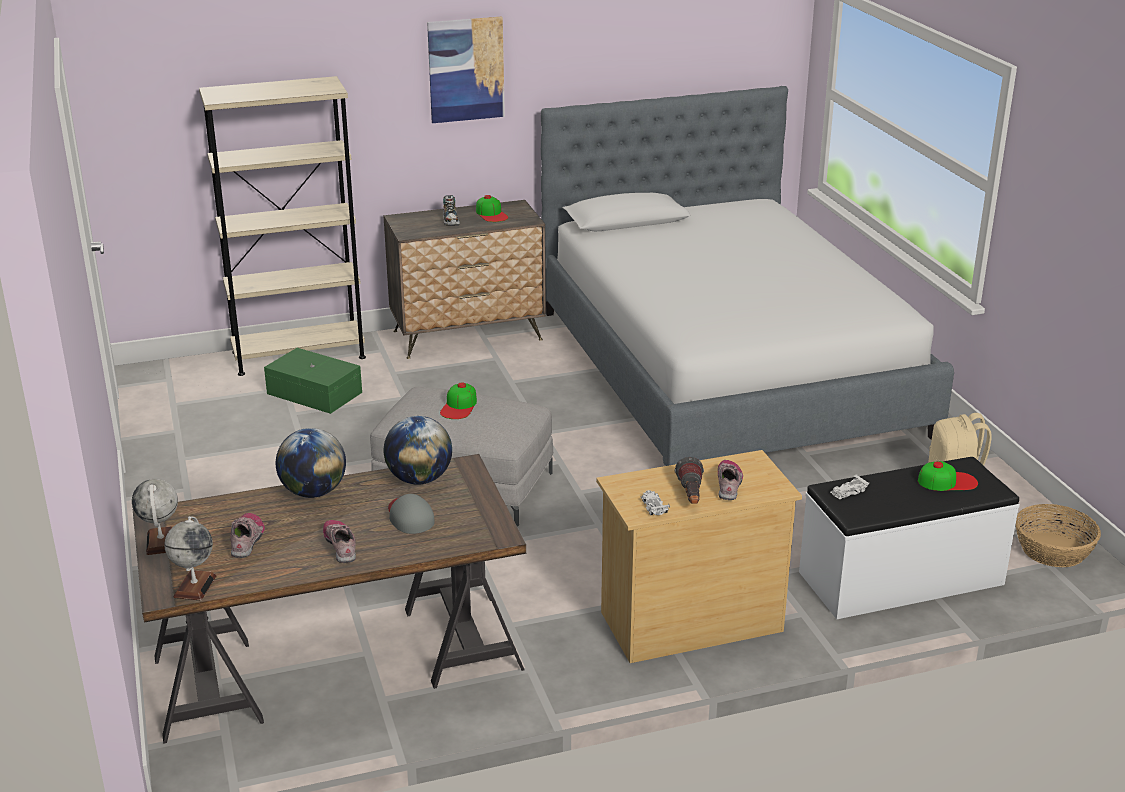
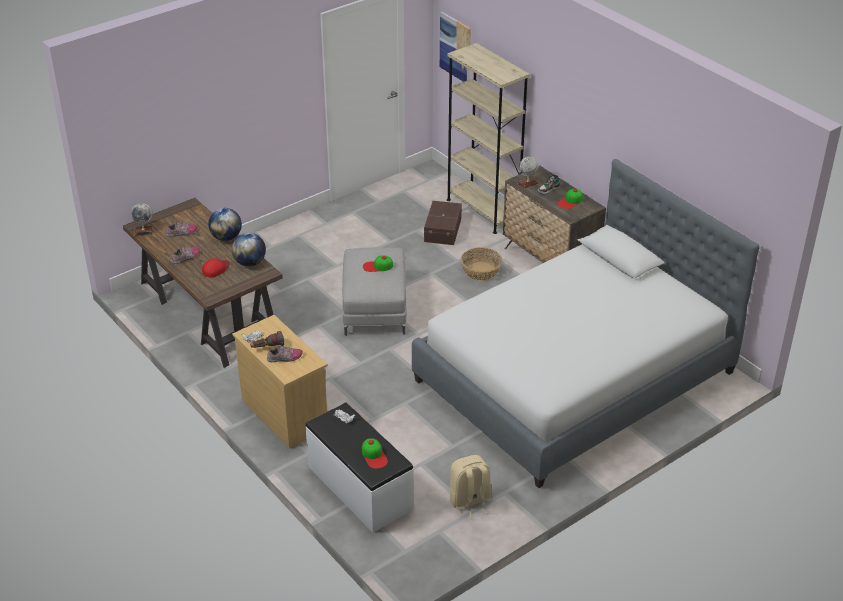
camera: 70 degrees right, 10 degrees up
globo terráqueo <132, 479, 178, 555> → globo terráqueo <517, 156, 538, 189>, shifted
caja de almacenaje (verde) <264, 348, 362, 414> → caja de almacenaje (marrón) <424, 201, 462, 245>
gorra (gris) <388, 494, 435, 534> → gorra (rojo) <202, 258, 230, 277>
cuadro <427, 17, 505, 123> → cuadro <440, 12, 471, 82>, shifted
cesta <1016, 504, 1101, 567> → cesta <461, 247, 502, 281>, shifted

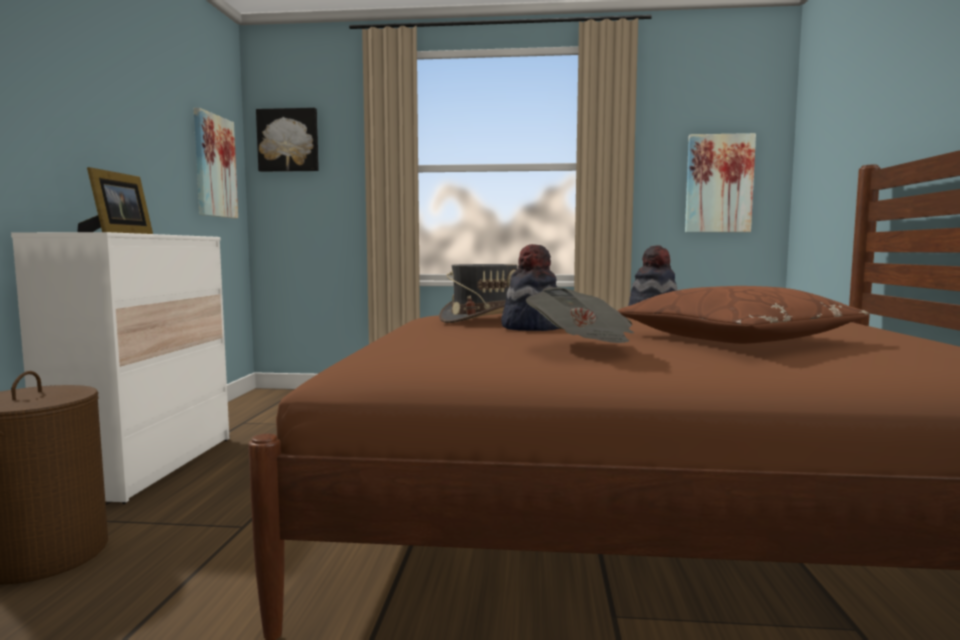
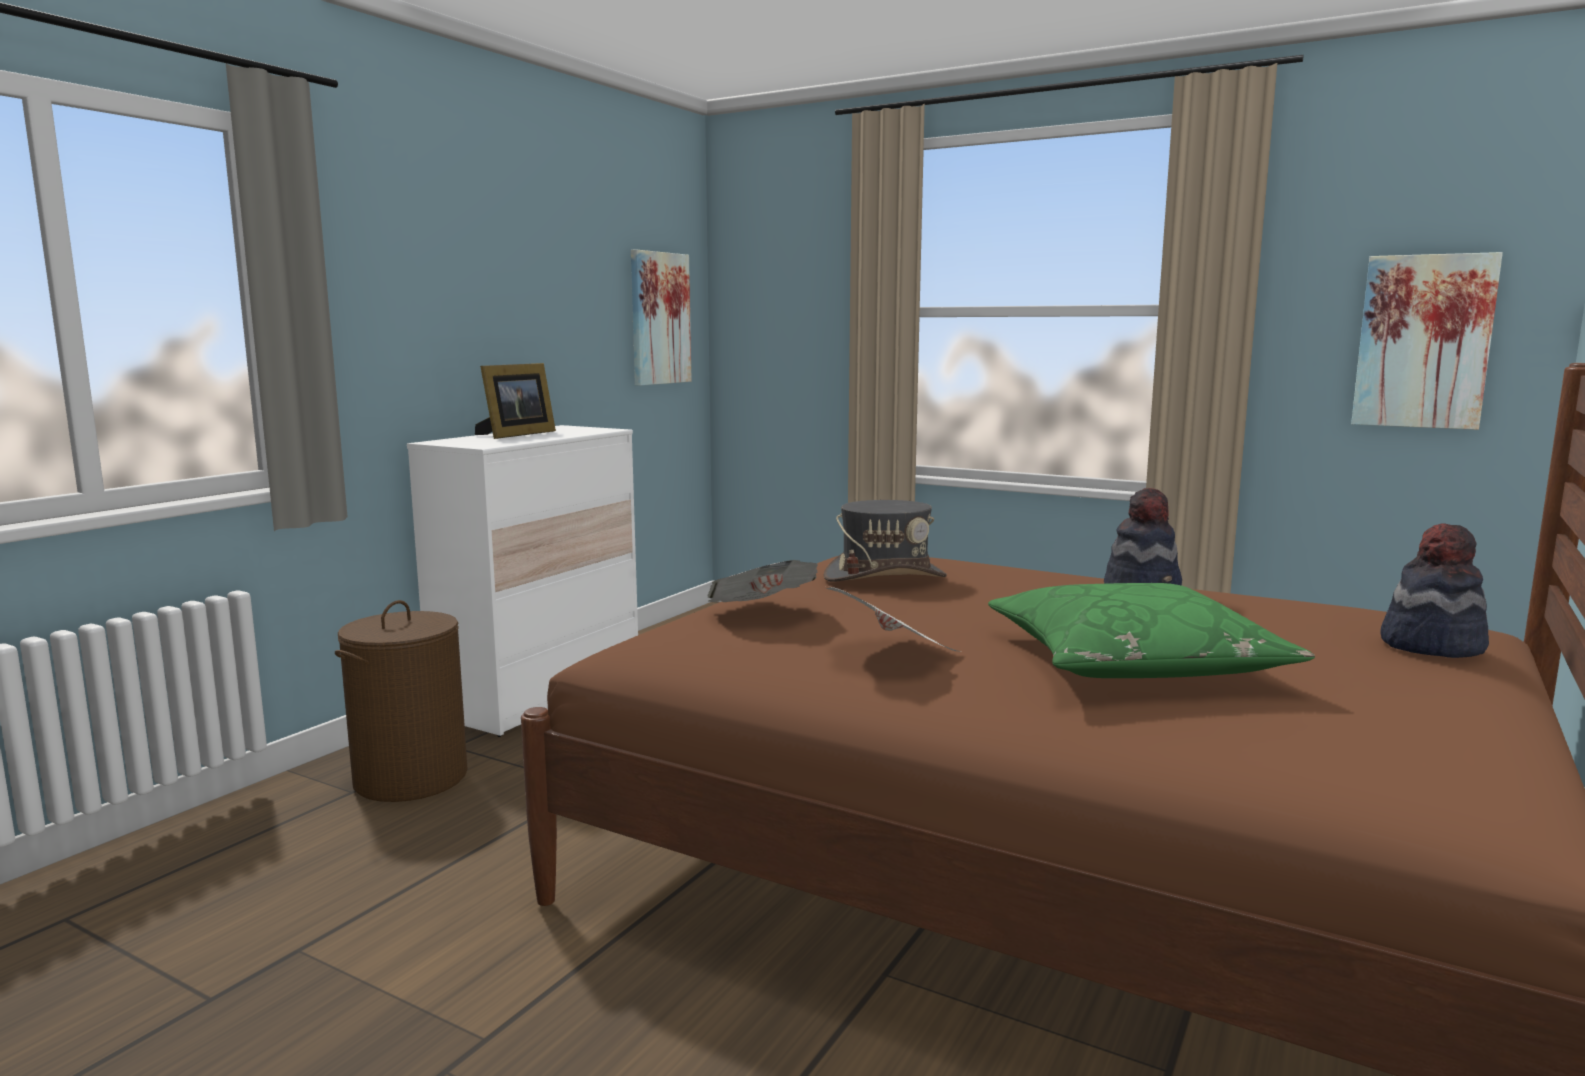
camera: 25 degrees right, 5 degrees up
cuadro <256, 108, 319, 172> → -
sombrero <501, 244, 561, 331> → sombrero <1380, 524, 1489, 658>, shifted
cojín (marrón) <618, 286, 869, 344> → cojín (verde) <988, 583, 1315, 678>
- → periódico <707, 560, 818, 602>

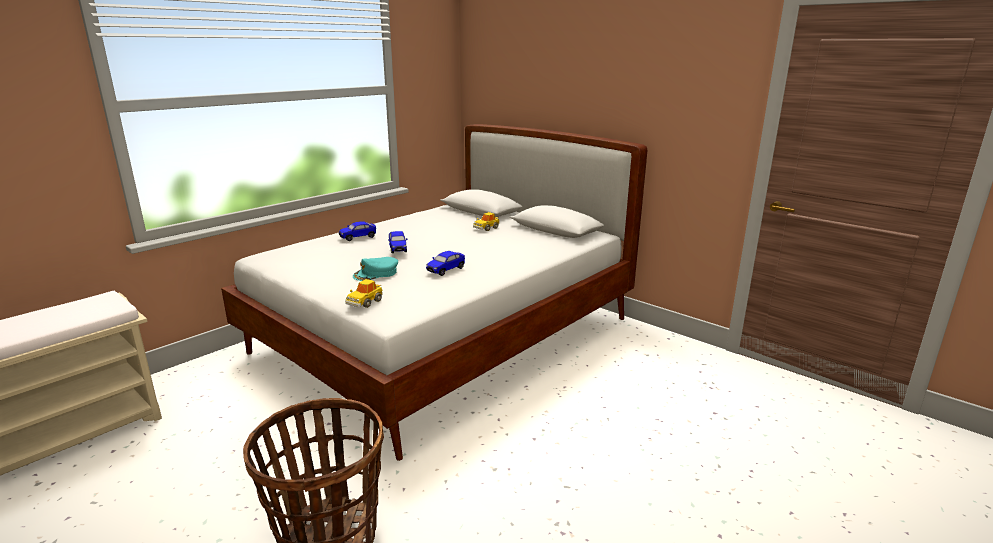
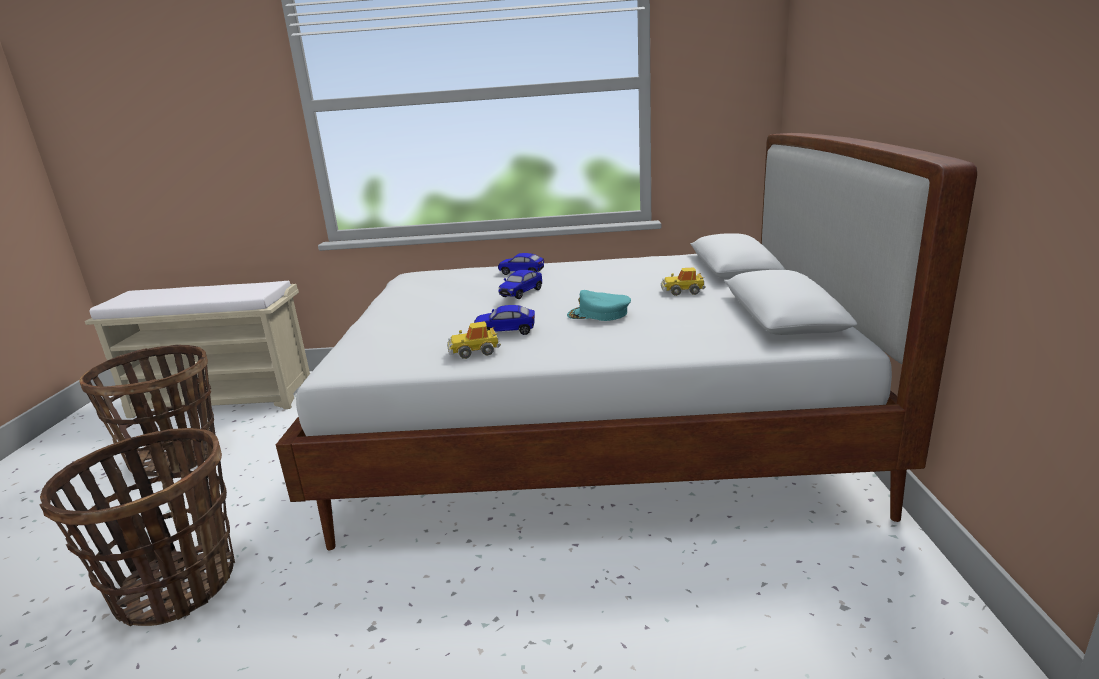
camera: 50 degrees right, 0 degrees up
coche de juguete <345, 279, 383, 308> → coche de juguete <447, 321, 501, 359>, shifted
gorra (turquesa) <353, 257, 398, 281> → gorra (turquesa) <567, 290, 631, 321>, shifted
- → cesta <79, 345, 216, 477>

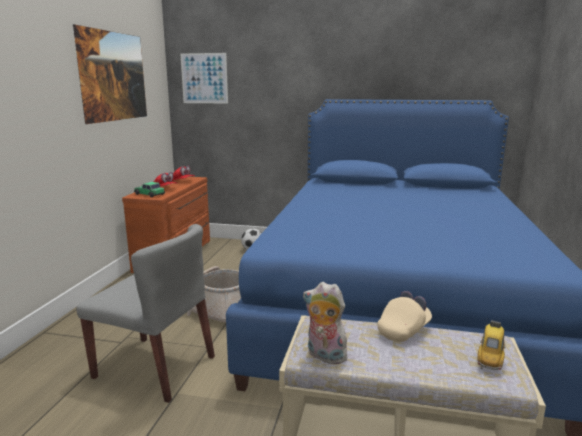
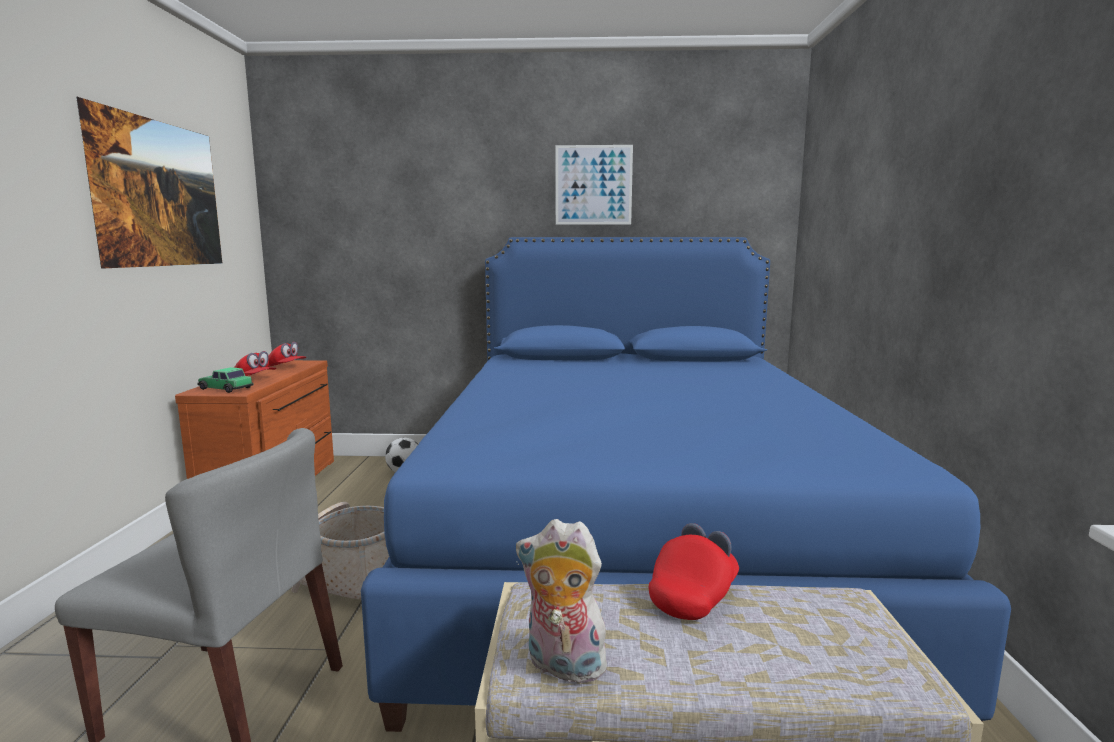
camera: 10 degrees left, 5 degrees down
cuadro <180, 53, 228, 104> → cuadro <556, 145, 633, 225>, shifted
gorra (beis) <378, 291, 432, 342> → gorra (rojo) <649, 523, 739, 620>
coche de juguete <478, 320, 505, 370> → -

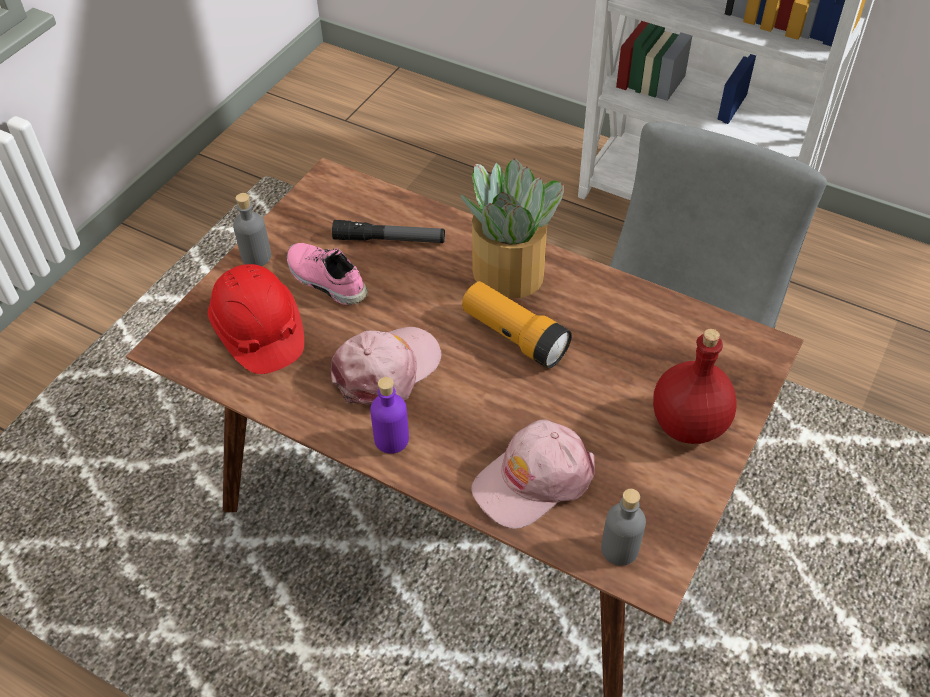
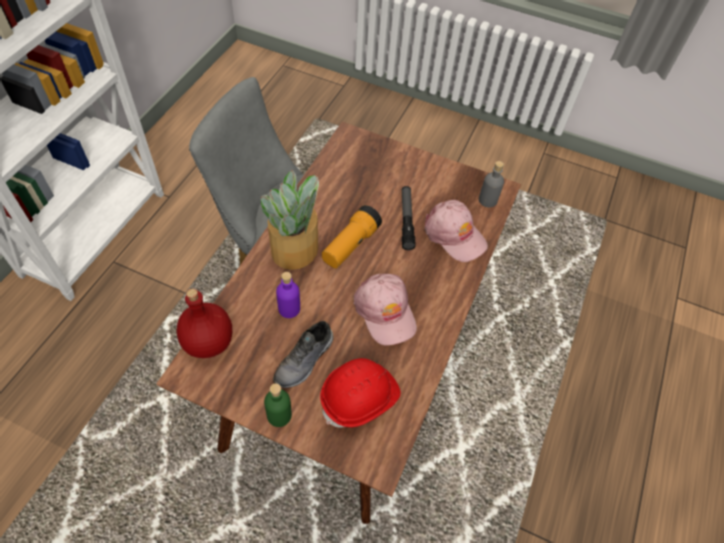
camera: 100 degrees left, 5 degrees up
botella (gris) <233, 193, 271, 266> → botella (verde) <264, 383, 292, 427>
zapato (rosa) <287, 243, 368, 305> → zapato (gris) <273, 321, 334, 388>
gorra (rosa) <331, 327, 441, 405> → gorra (rosa) <353, 274, 417, 346>, 150 degrees counterclockwise
linterna <332, 220, 445, 243> → linterna <402, 186, 416, 250>, shifted
botella (morado) <370, 377, 409, 454> → botella (morado) <276, 272, 300, 318>, shifted
botella (rojo) <653, 329, 737, 444> → botella (rojo) <177, 289, 232, 358>, shifted

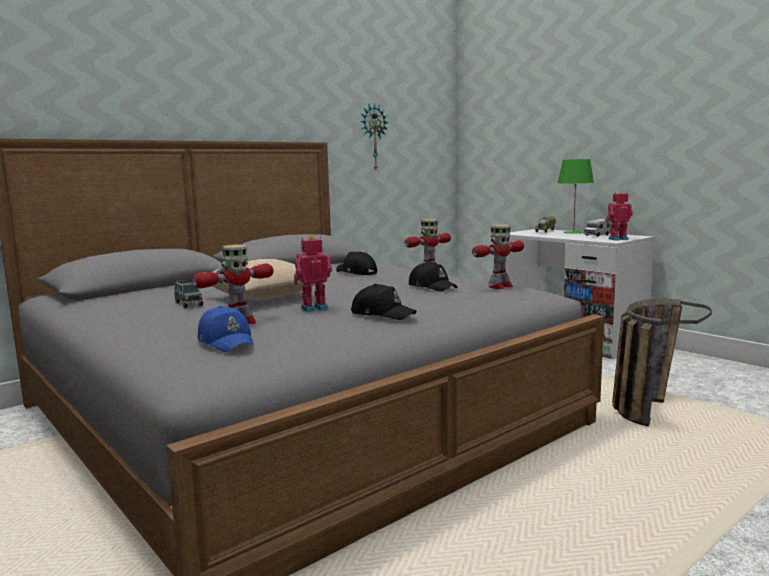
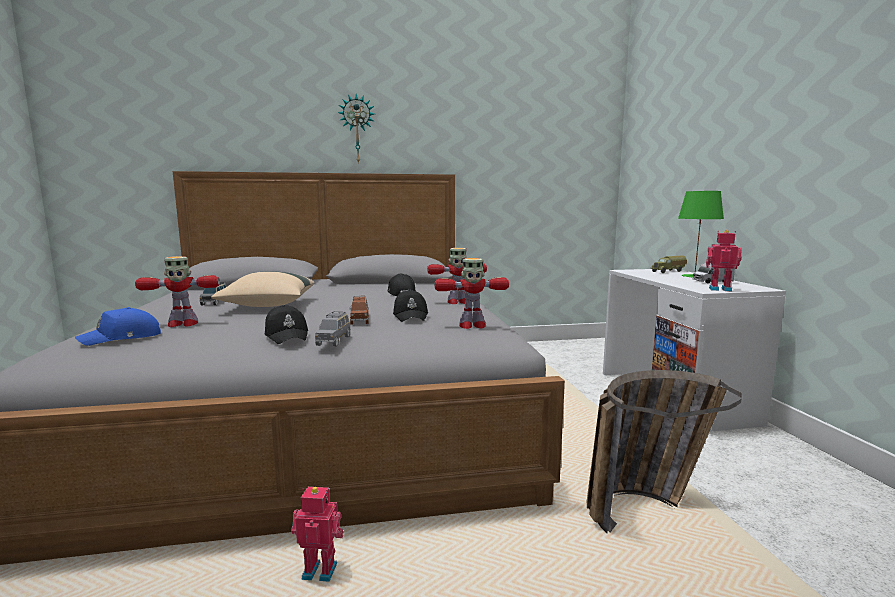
camera: 30 degrees right, 0 degrees up
gorra (azul) <197, 306, 254, 352> → gorra (azul) <75, 307, 161, 346>, 60 degrees clockwise
robot de juguete <294, 236, 332, 312> → robot de juguete <291, 487, 344, 582>, shifted
reloj de pared <360, 102, 389, 170> → reloj de pared <338, 94, 375, 164>, shifted
- → coche de juguete (gris) <315, 311, 350, 346>
- → coche de juguete (marrón) <350, 296, 369, 324>

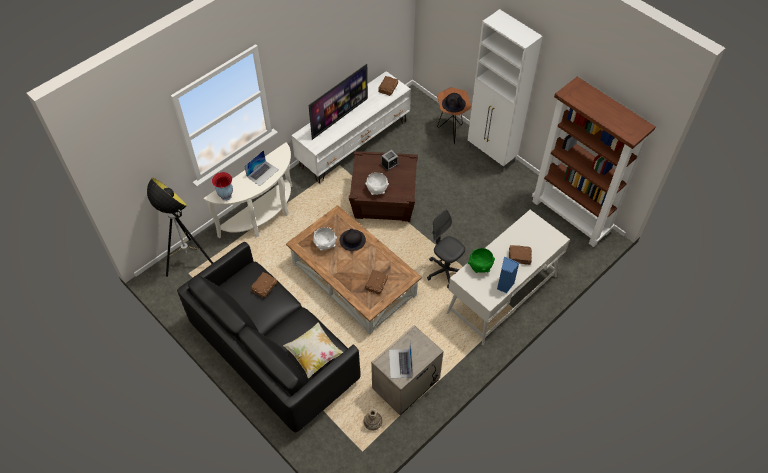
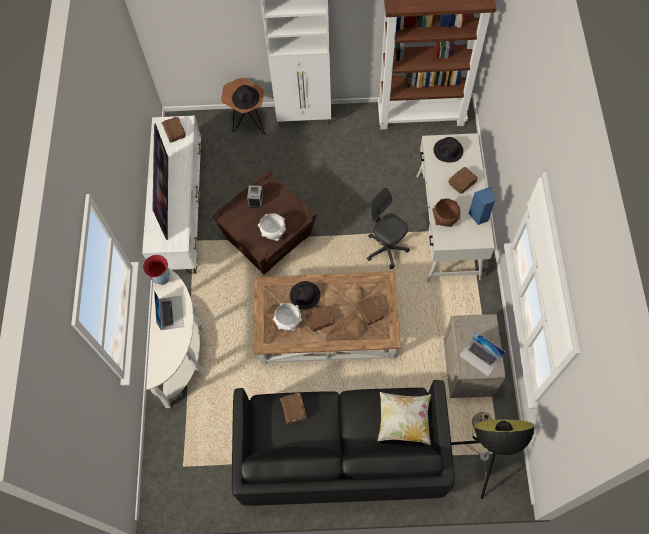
camera: 45 degrees left, 10 degrees up
lámpara de pie <147, 177, 213, 277> → lámpara de pie <451, 419, 534, 499>, shifted
florero <212, 172, 233, 201> → florero <143, 255, 170, 285>, shifted
silla de oficina (gris) <427, 209, 465, 288> → silla de oficina (gris) <367, 188, 409, 269>, 45 degrees clockwise
cuenco (verde) <468, 248, 495, 273> → cuenco (marrón) <432, 198, 461, 227>
- → libro (marrón) <305, 306, 335, 332>
- → sombrero (negro) <434, 137, 463, 162>

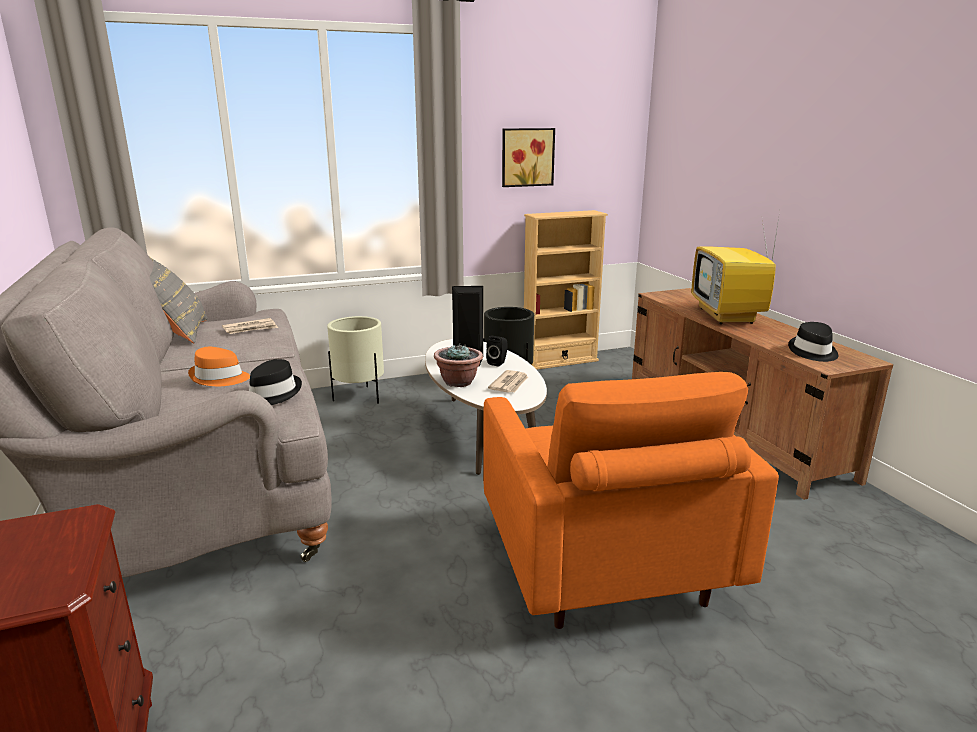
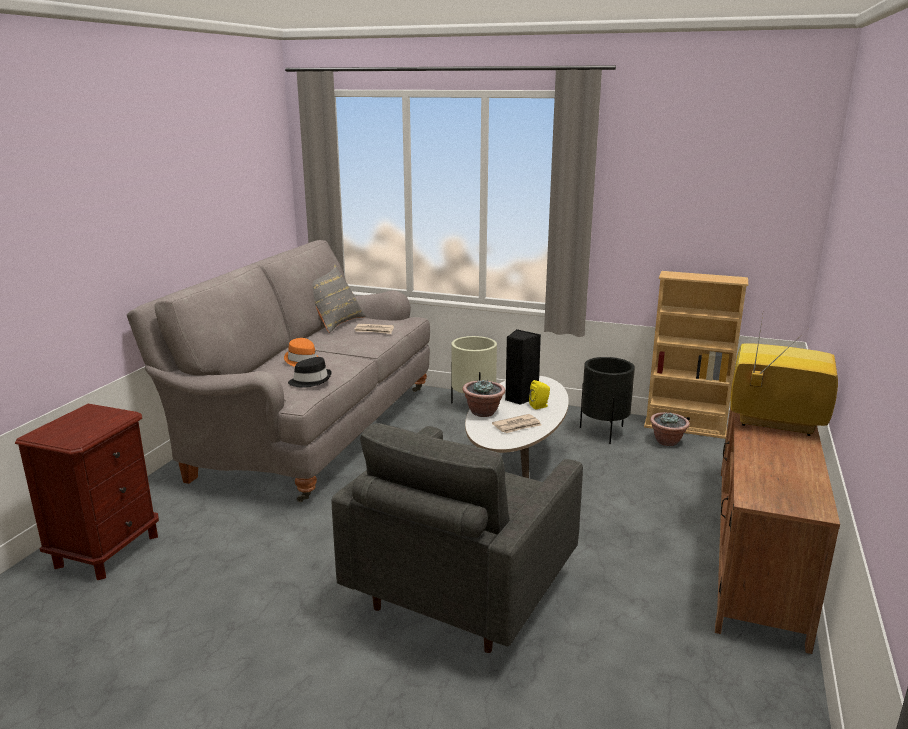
camera: 40 degrees right, 0 degrees up
sillón (naranja) <483, 372, 779, 629> → sillón (gris) <331, 423, 583, 653>
altavoz (negro) <486, 335, 508, 367> → altavoz (amarillo) <529, 380, 550, 410>
cuadro <502, 128, 555, 187> → -
televisor <692, 213, 779, 324> → televisor <730, 315, 838, 436>, 75 degrees clockwise
sombrero (negro) <788, 322, 838, 362> → -
- → planta en maceta <650, 412, 690, 446>

